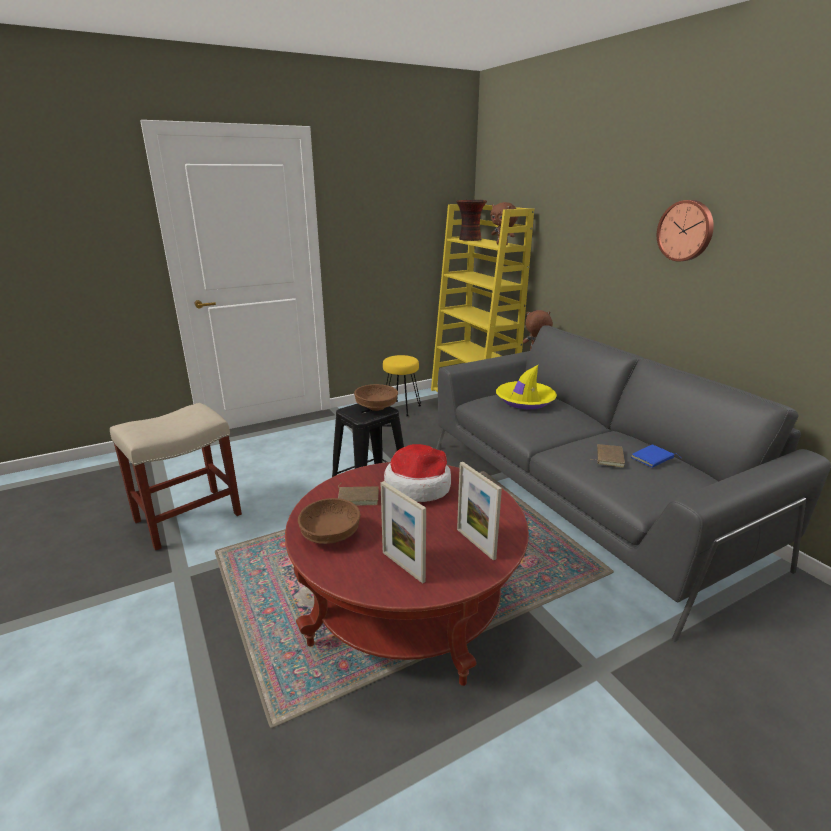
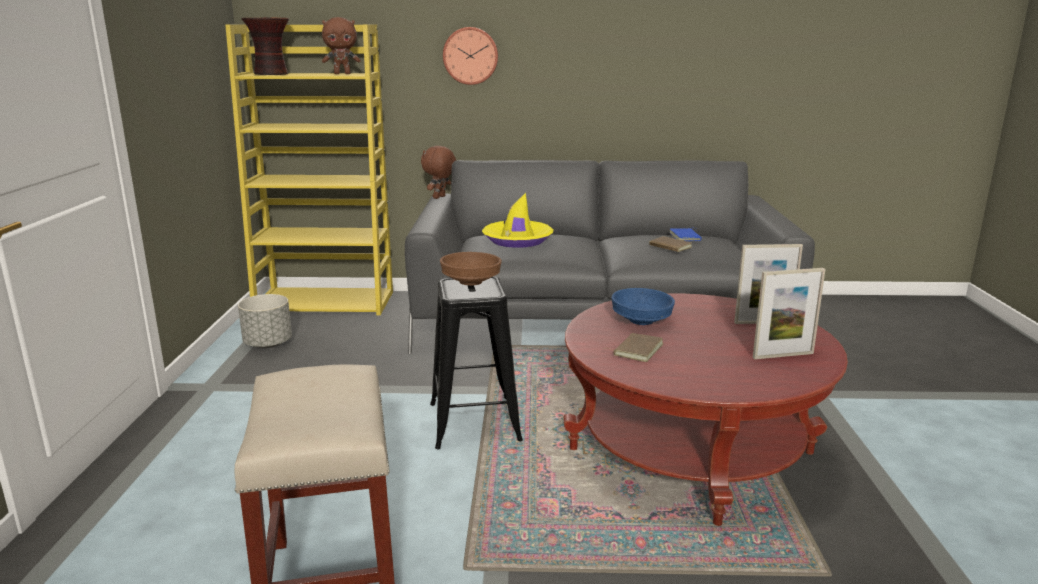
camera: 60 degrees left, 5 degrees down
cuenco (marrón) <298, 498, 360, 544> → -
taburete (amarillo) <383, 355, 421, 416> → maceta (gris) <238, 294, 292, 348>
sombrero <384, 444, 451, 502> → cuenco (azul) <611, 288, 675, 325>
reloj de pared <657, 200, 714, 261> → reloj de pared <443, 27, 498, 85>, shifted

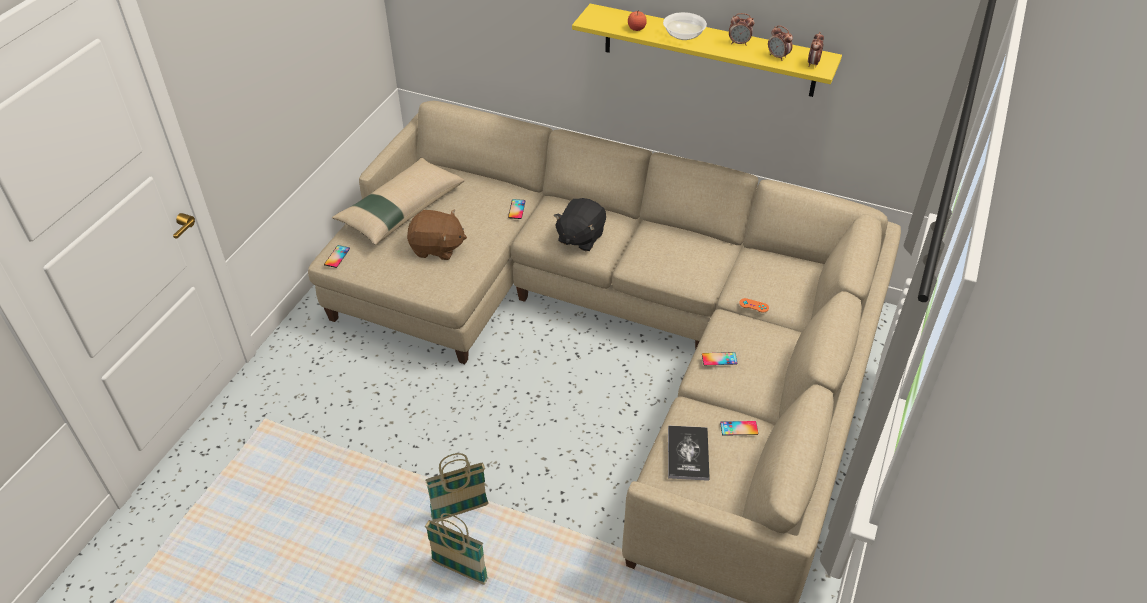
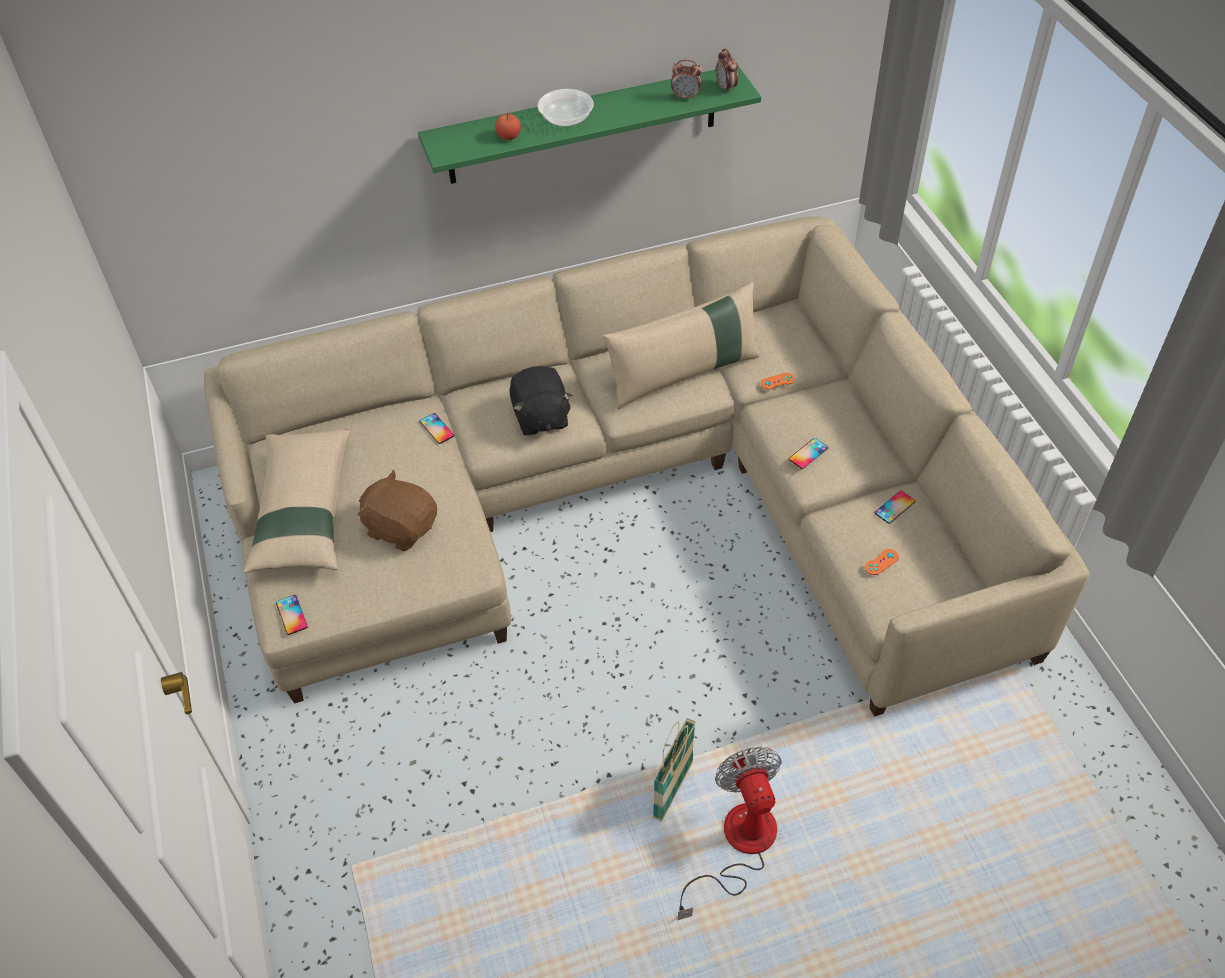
camera: 40 degrees left, 5 degrees up
peluche (marrón) <407, 209, 467, 260> → peluche (marrón) <358, 470, 437, 551>, 120 degrees counterclockwise
cesta <425, 513, 488, 585> → ventilador <678, 747, 782, 921>
estante (amarillo) <572, 4, 842, 97> → estante (verde) <418, 65, 761, 184>
libro <668, 425, 710, 481> → mando de consola (naranja) <865, 549, 899, 575>
despertador <729, 13, 754, 45> → -
- → cojín (beis) <603, 282, 760, 409>

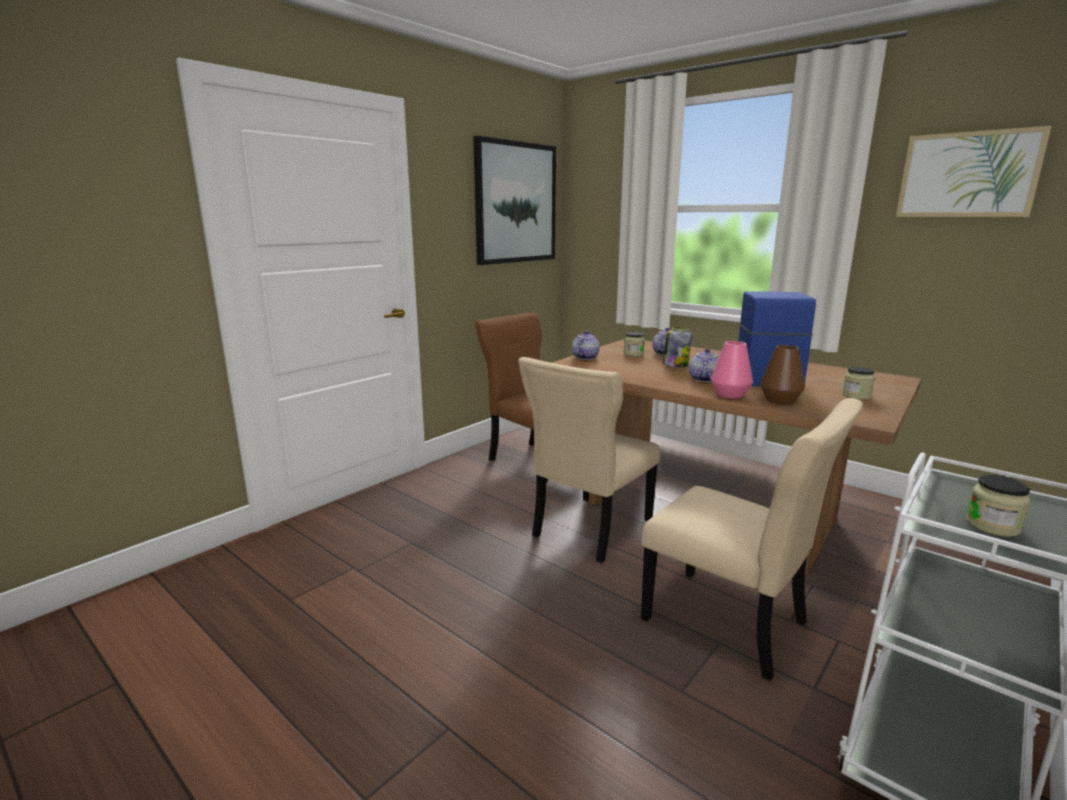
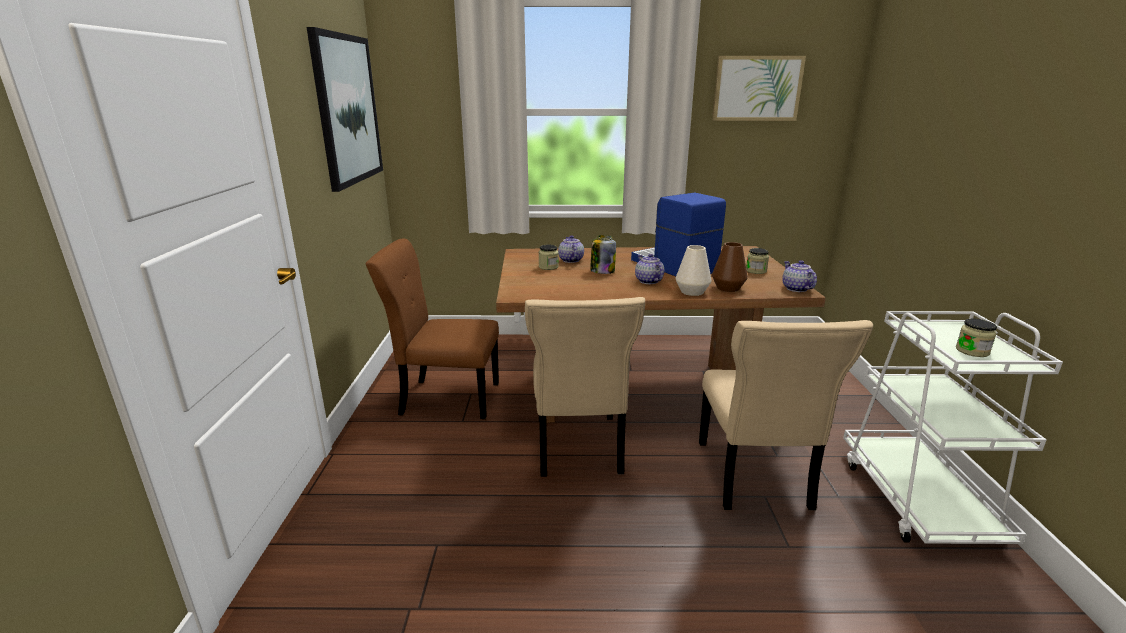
camera: 40 degrees left, 5 degrees up
tetera <572, 331, 599, 360> → tetera <782, 260, 817, 292>, shifted
silla (beis) <641, 398, 863, 681> → silla (beis) <699, 320, 873, 510>, 90 degrees clockwise
florero (rosa) <711, 341, 753, 399> → florero (blanco) <676, 245, 712, 296>

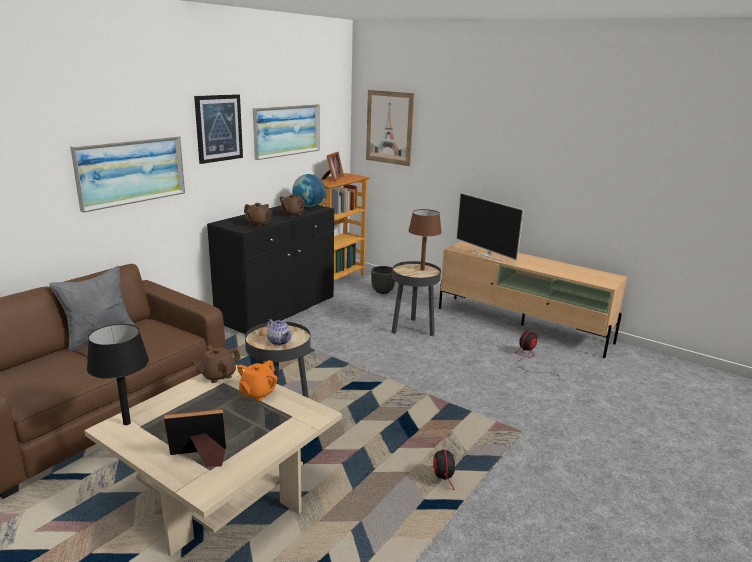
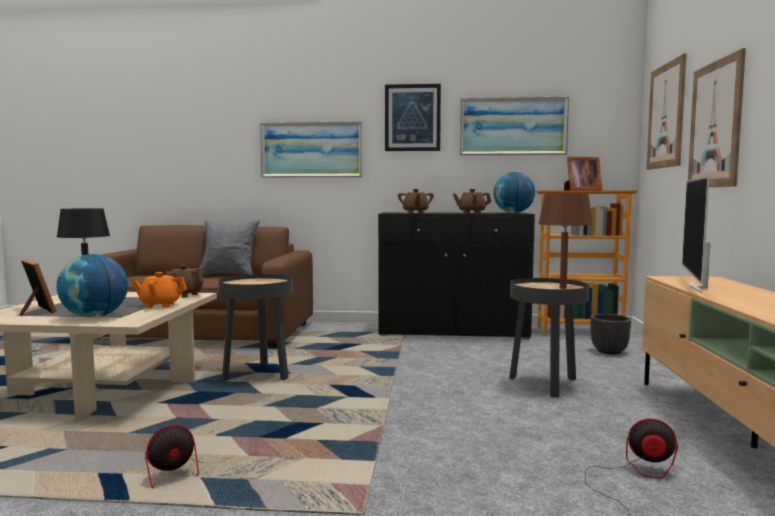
camera: 60 degrees right, 15 degrees down
tetera <267, 319, 292, 346> → -
- → globo terráqueo <57, 254, 128, 318>
- → cuadro <688, 48, 746, 187>

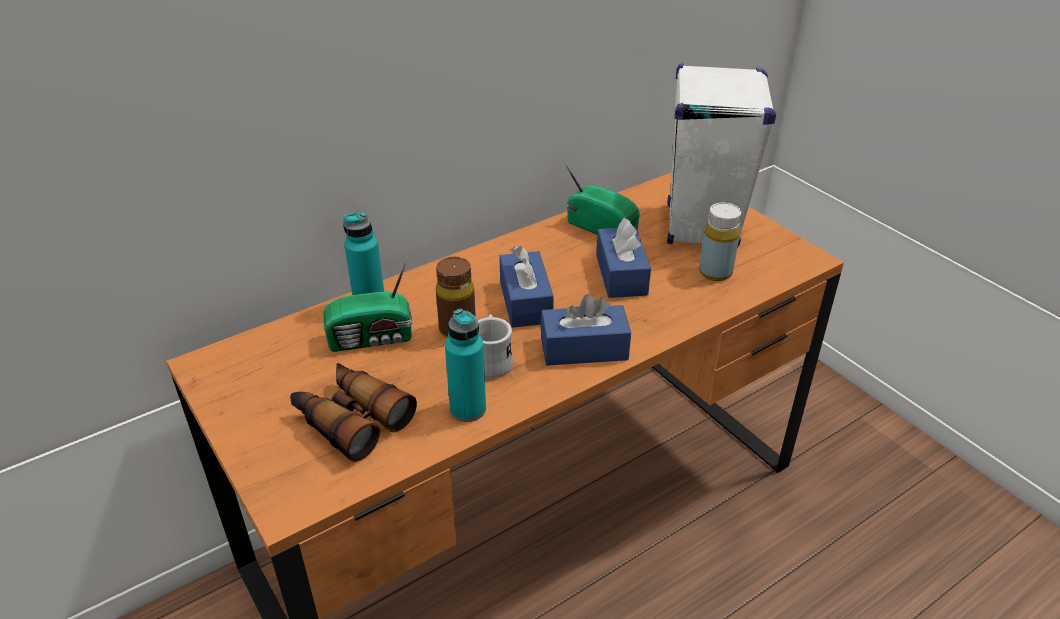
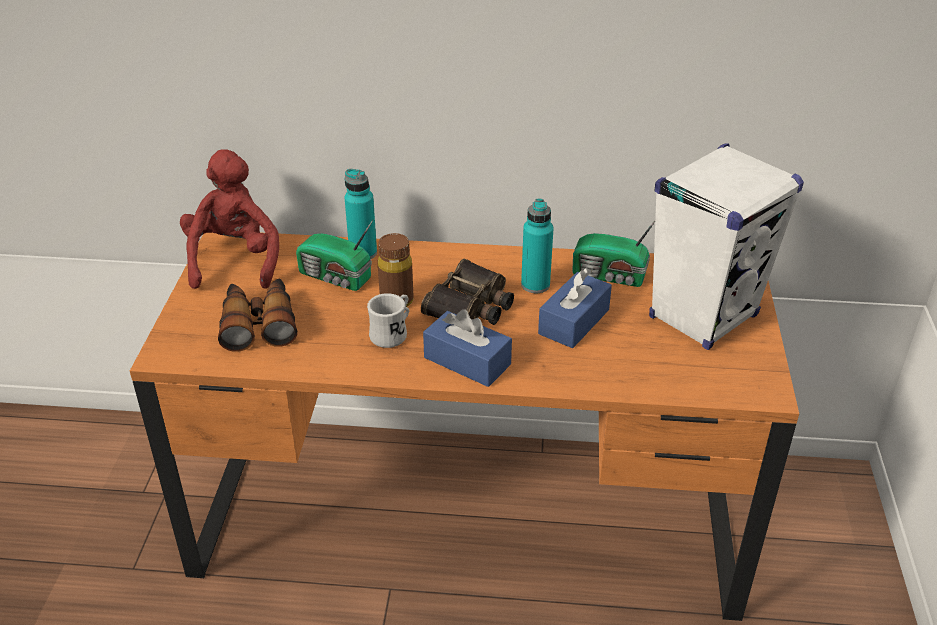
camera: 40 degrees right, 0 degrees up
botella (turquesa) <445, 309, 486, 422> → botella (turquesa) <521, 199, 554, 293>, shifted
caja de pañuelos (azul) <499, 246, 554, 328> → prismáticos <421, 259, 514, 325>
radio <563, 160, 640, 234> → radio <572, 220, 655, 287>, 120 degrees clockwise
botella (amarillo) <699, 202, 741, 281> → -
- → peluche (rojo) <180, 149, 279, 289>

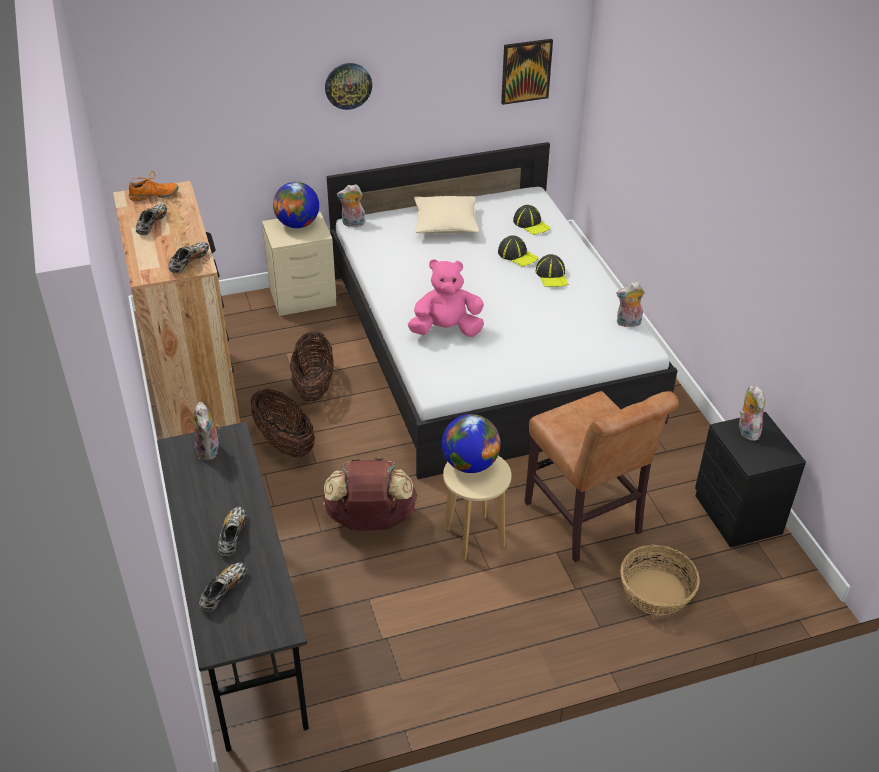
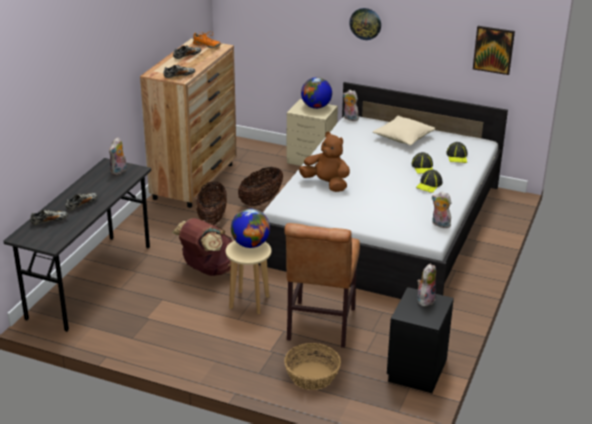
camera: 40 degrees right, 10 degrees down
peluche (rosa) <408, 259, 484, 337> → peluche (marrón) <299, 132, 350, 192>

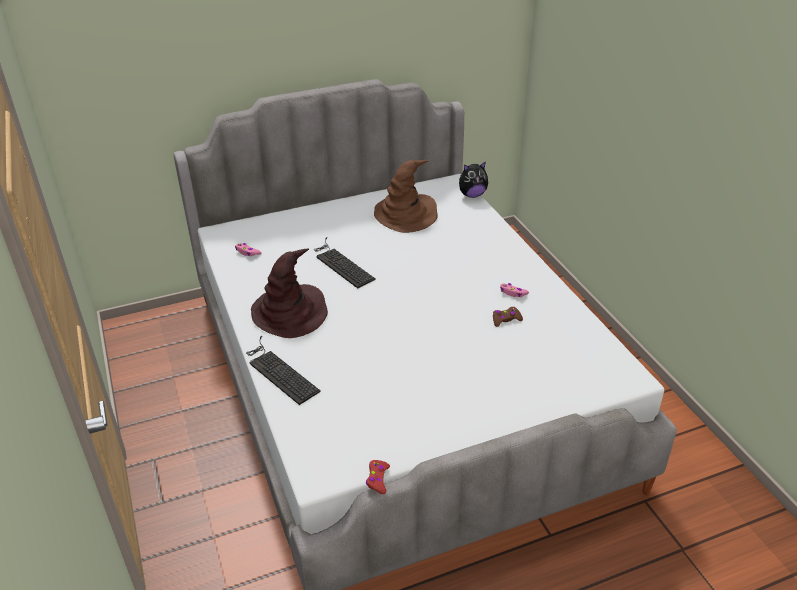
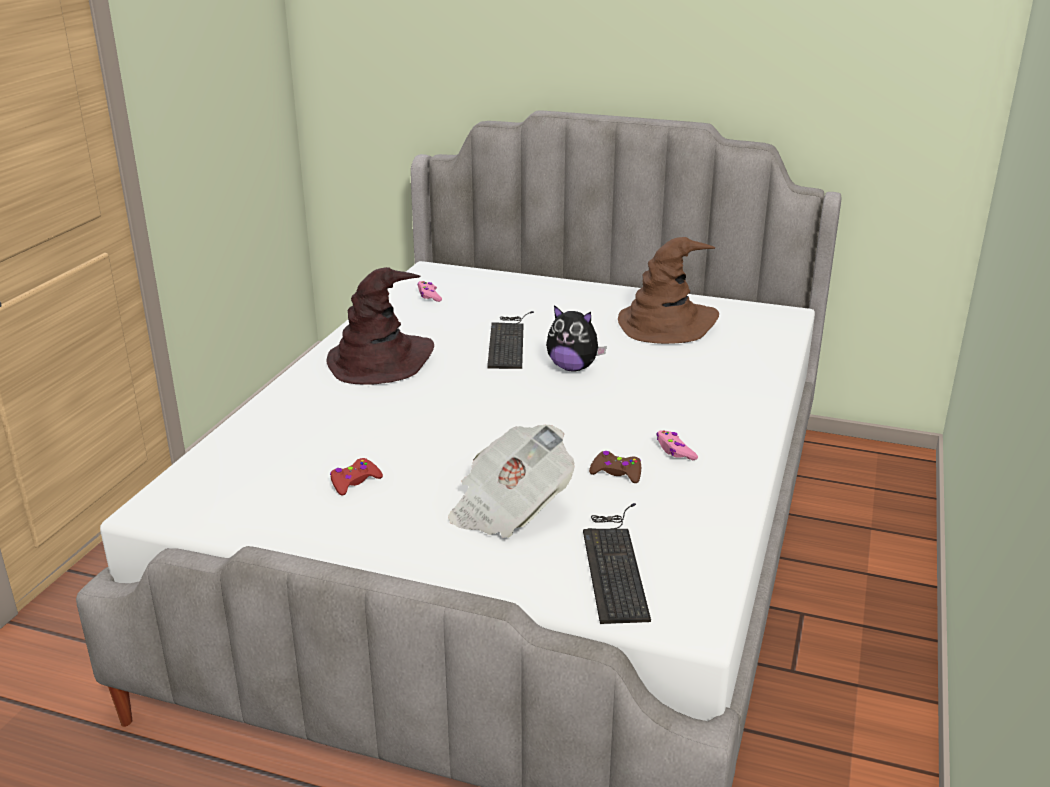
camera: 40 degrees right, 10 degrees down
teclado <246, 336, 321, 405> → teclado <583, 503, 651, 624>, shifted
mando de consola (rojo) <366, 460, 390, 494> → mando de consola (rojo) <330, 458, 383, 496>, shifted
peluche <459, 161, 488, 198> → peluche <546, 305, 607, 371>, shifted
- → periódico <448, 425, 575, 538>

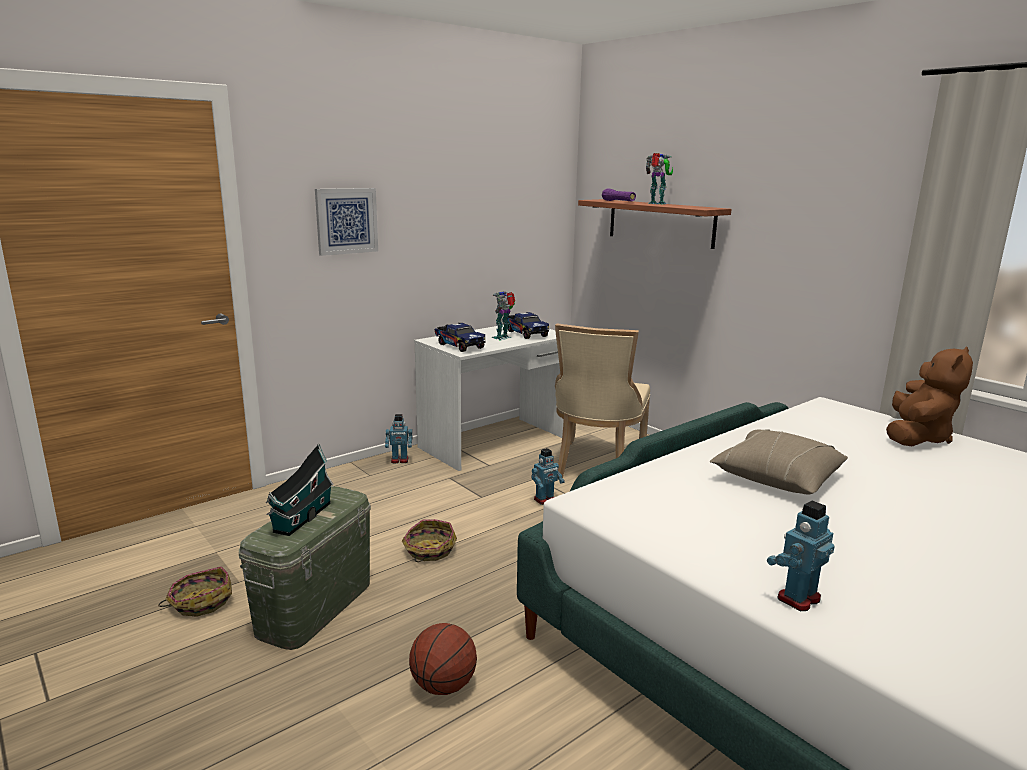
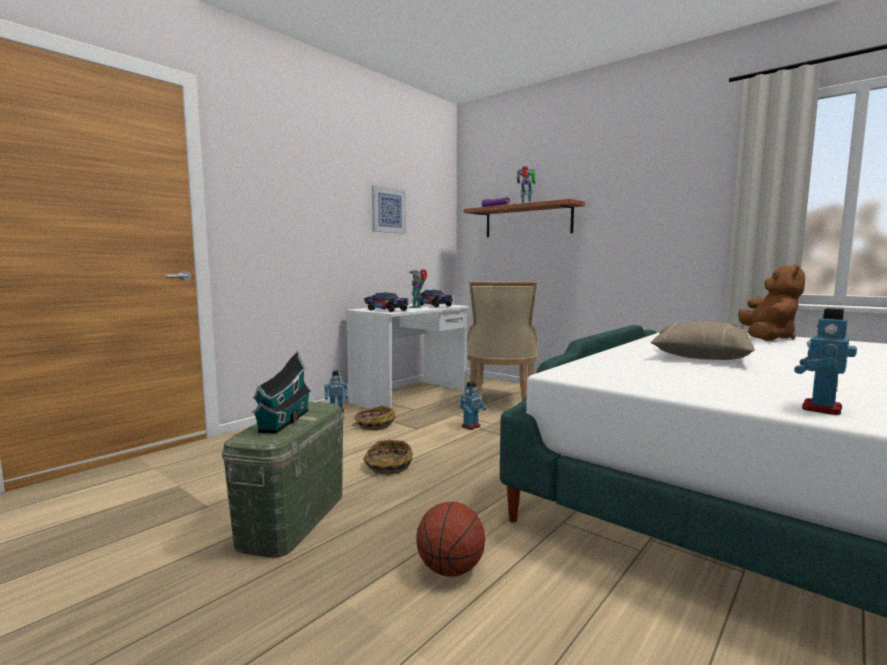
camera: 10 degrees left, 10 degrees down
cesta <158, 567, 232, 617> → cesta <352, 405, 396, 430>, shifted
cuadro <315, 188, 378, 256> → cuadro <372, 185, 406, 234>, shifted

